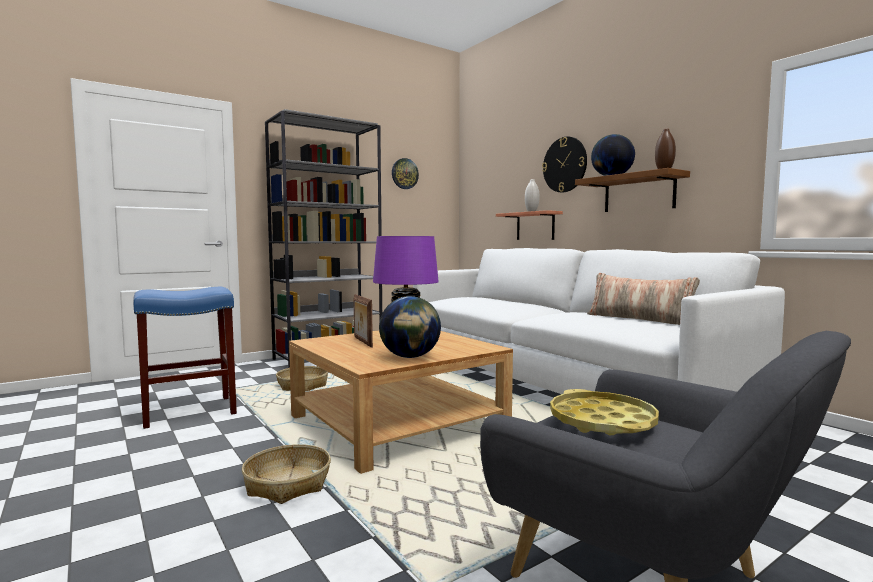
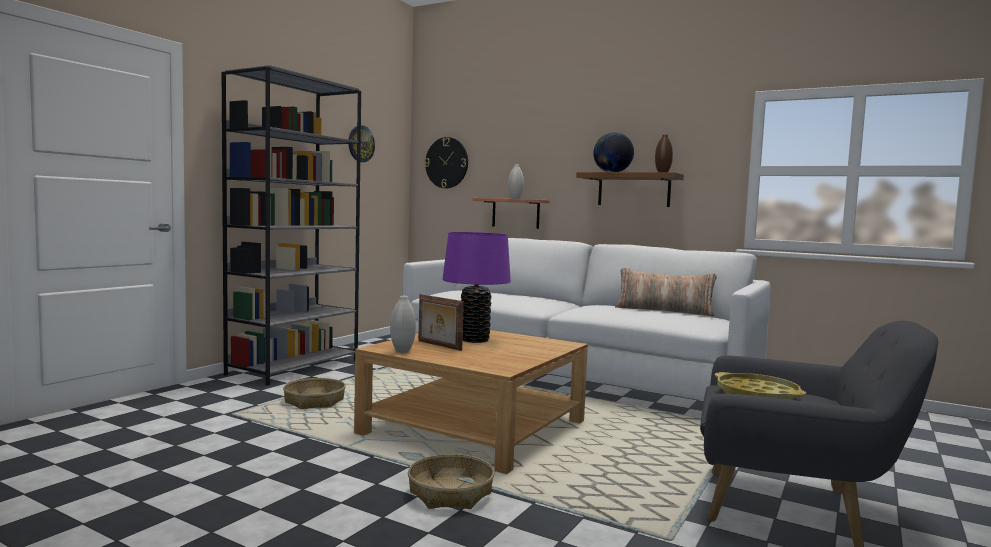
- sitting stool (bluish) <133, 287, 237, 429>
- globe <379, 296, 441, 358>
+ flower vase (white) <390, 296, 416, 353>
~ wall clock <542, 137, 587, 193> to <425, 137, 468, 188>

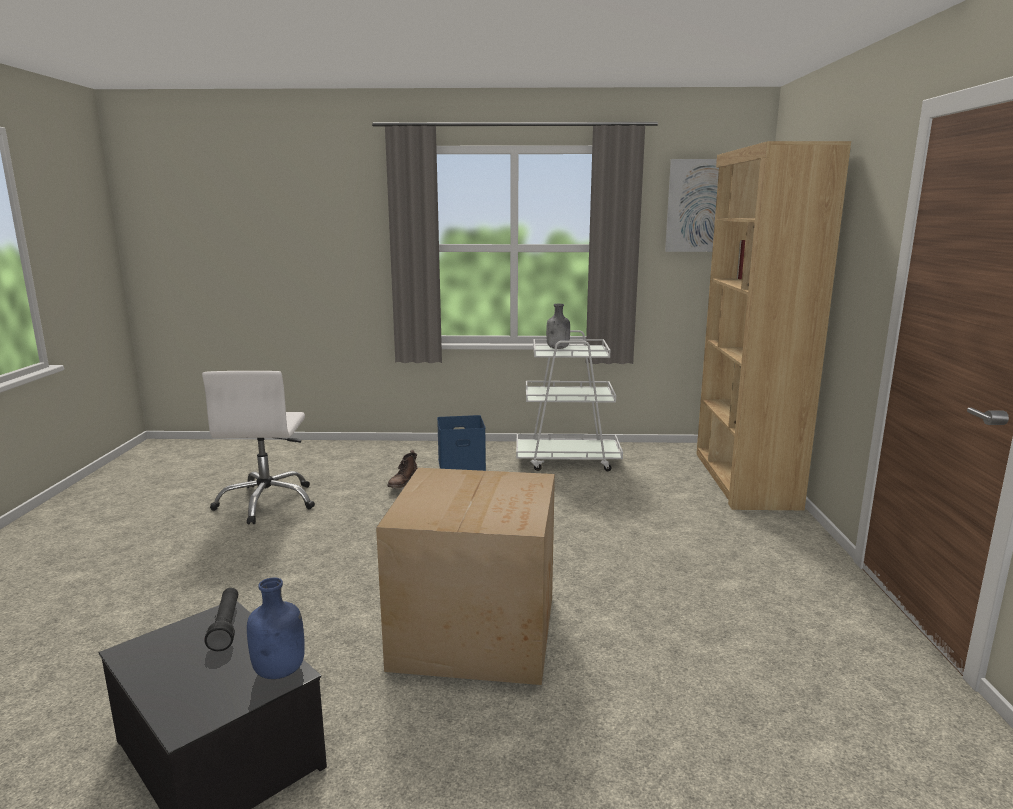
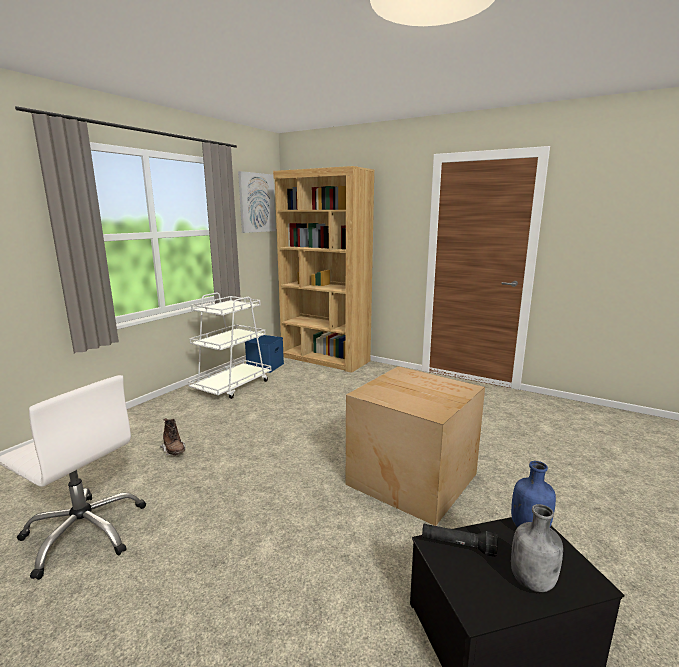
~ storage container (bluish) <437, 415, 486, 471> to <245, 335, 284, 373>
~ drink bottle (gray) <546, 304, 570, 349> to <511, 504, 563, 592>

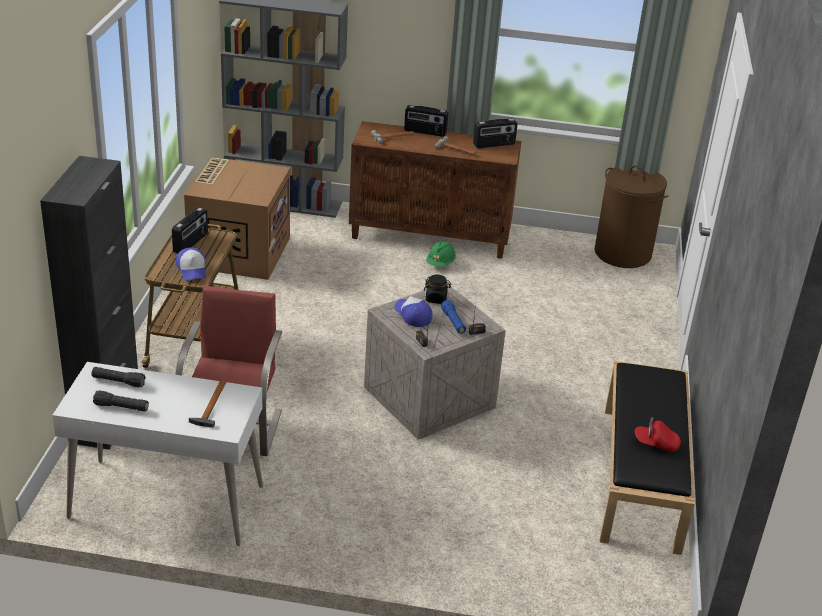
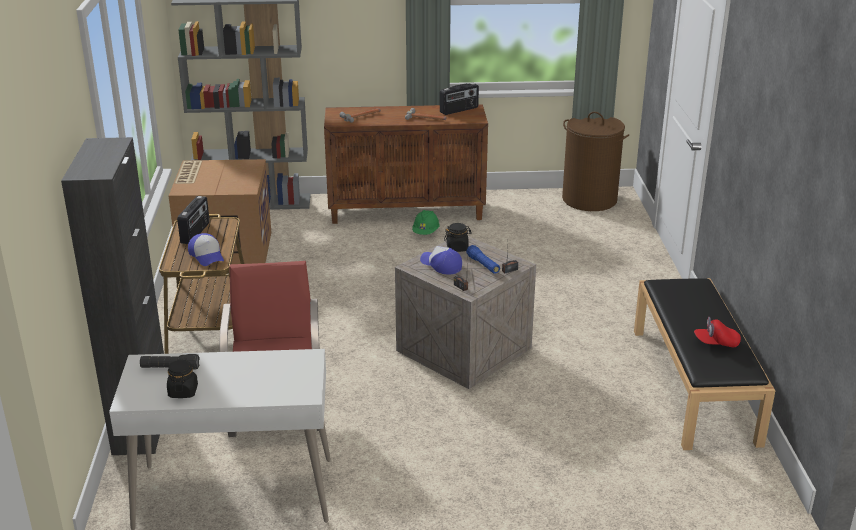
- hammer <189, 380, 226, 428>
- radio receiver <404, 105, 448, 137>
~ hand torch (blackish) <93, 390, 149, 412> to preserve jar (blackish) <167, 360, 198, 398>

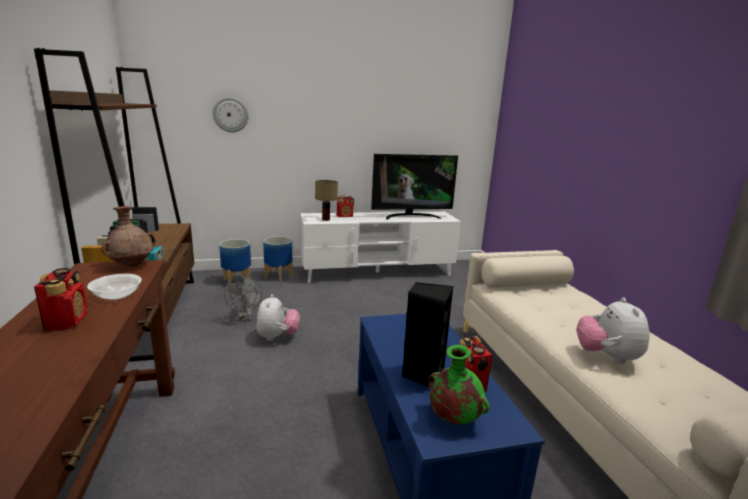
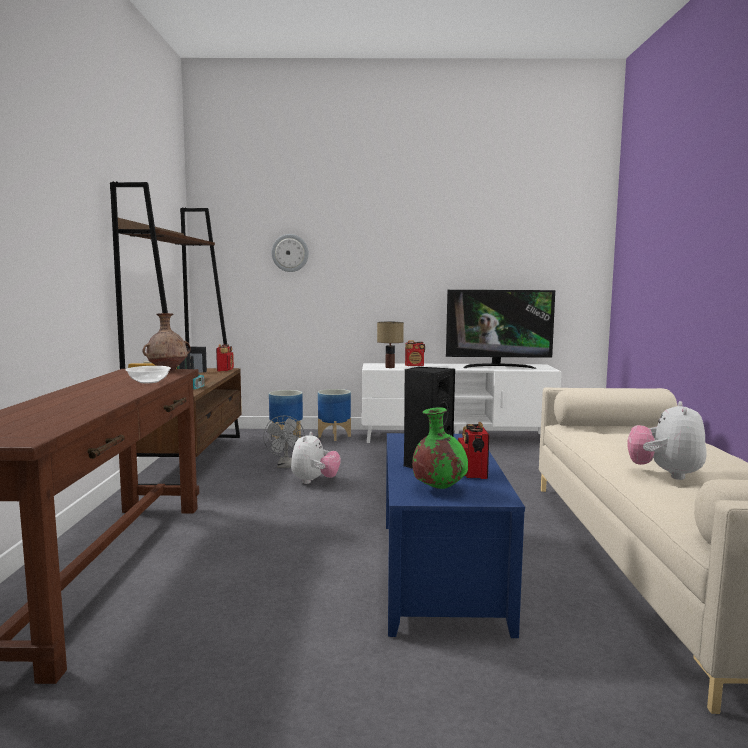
~ radio receiver <34, 268, 88, 332> to <216, 344, 234, 371>

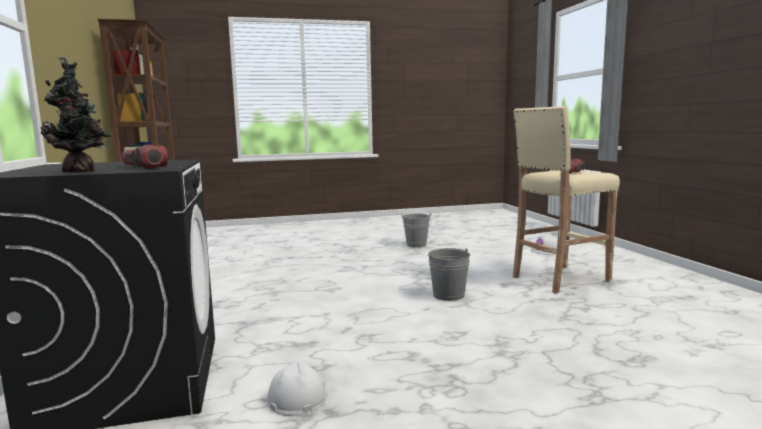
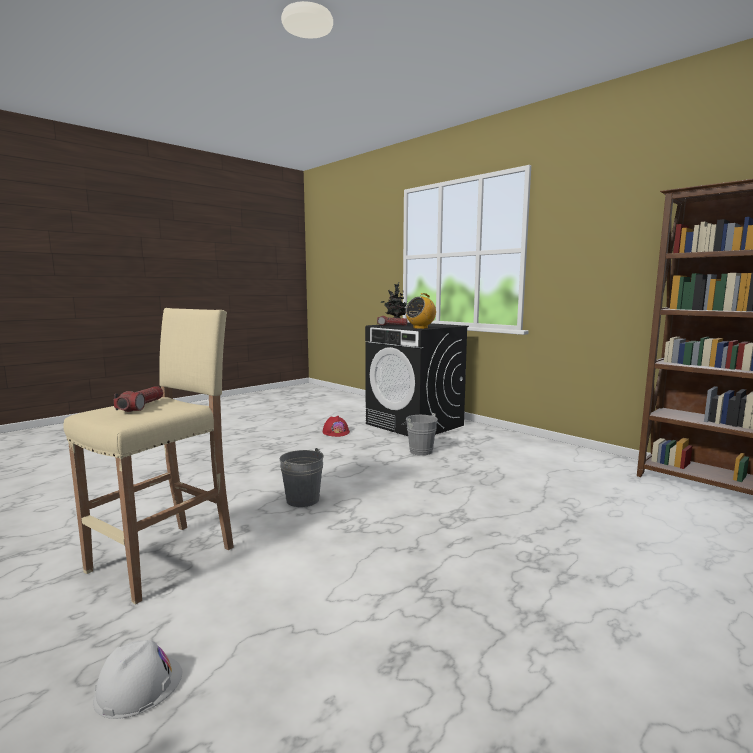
+ radio receiver <406, 293, 436, 329>
~ water bucket (gray) <401, 213, 431, 248> to <401, 413, 438, 456>
~ work helmet (white) <267, 360, 328, 416> to work helmet (red-coloured) <322, 416, 350, 437>

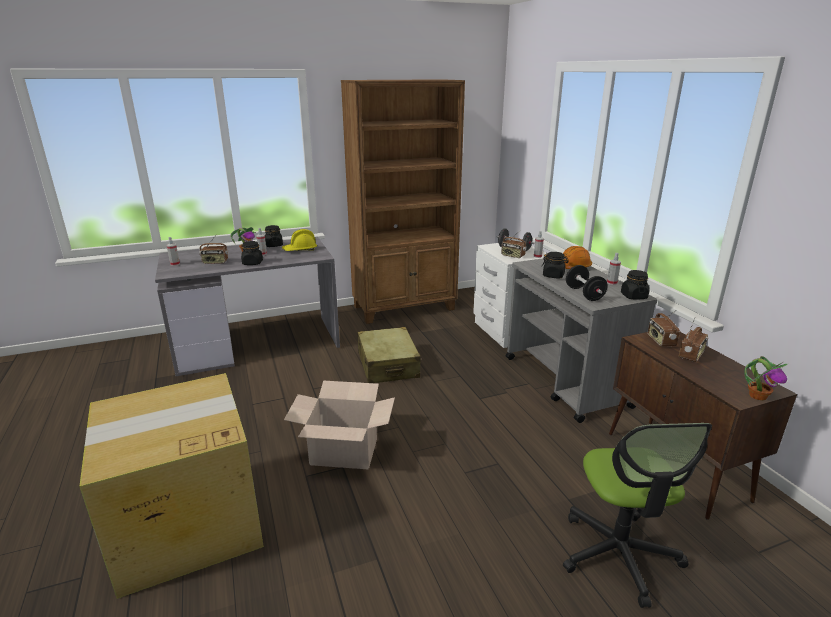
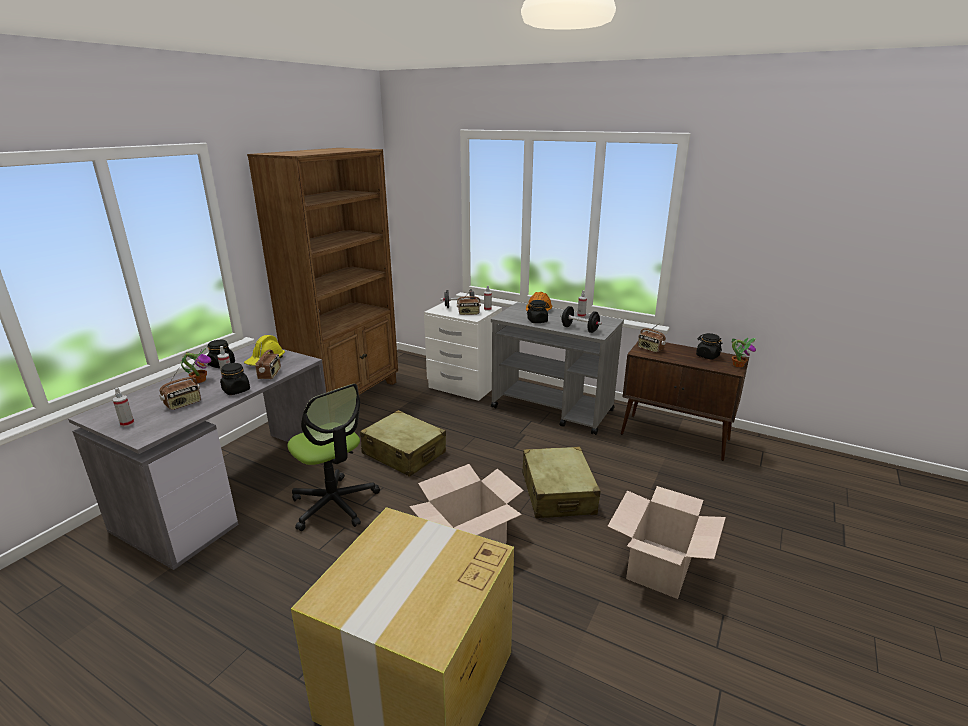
+ piece of luggage (beige-coloured) <522, 447, 601, 518>
+ cardboard box <608, 486, 726, 599>
~ desk chair <563, 423, 712, 608> to <287, 384, 380, 531>
~ preserve jar (blackish) <621, 270, 650, 300> to <696, 333, 722, 359>
~ radio receiver <679, 318, 708, 362> to <255, 342, 281, 379>

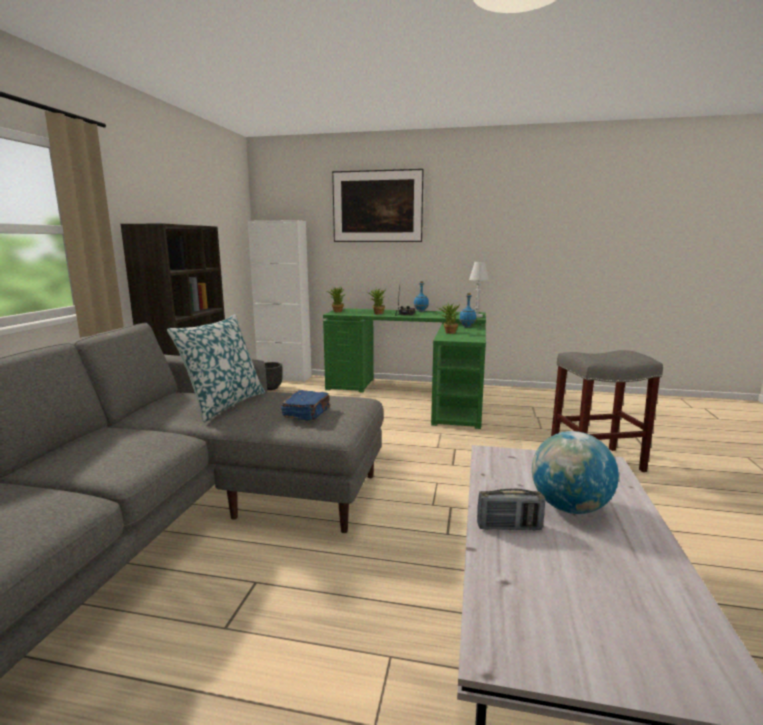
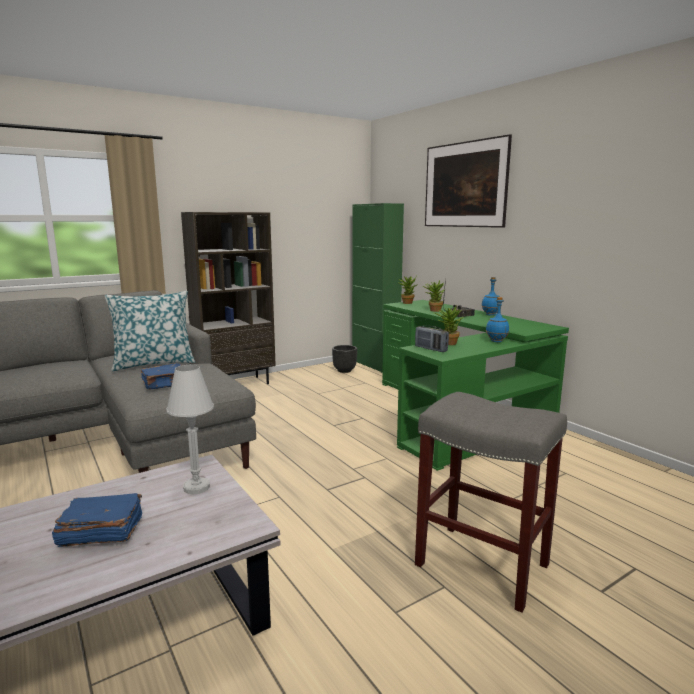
~ tabletop lamp (white) <469, 261, 489, 318> to <166, 365, 214, 494>
~ radio receiver <477, 489, 545, 530> to <415, 326, 449, 352>
~ globe <532, 431, 619, 514> to volume (bluish) <52, 493, 142, 547>
~ storage cabinet (white) <248, 220, 312, 382> to storage cabinet (greenish) <352, 203, 404, 373>

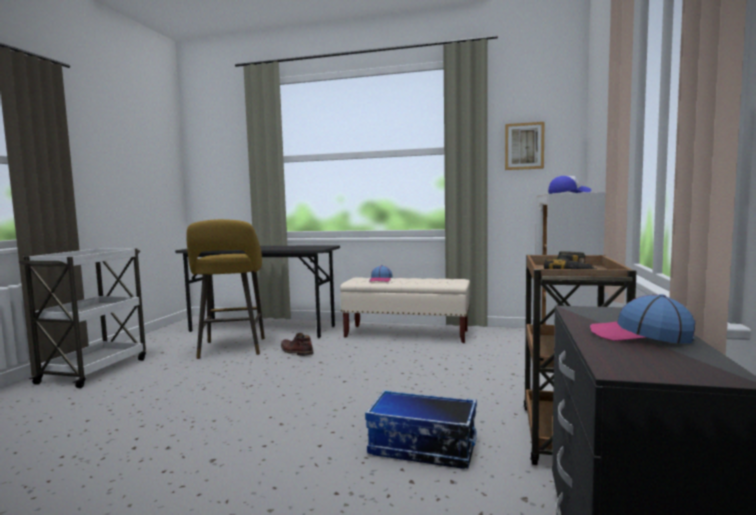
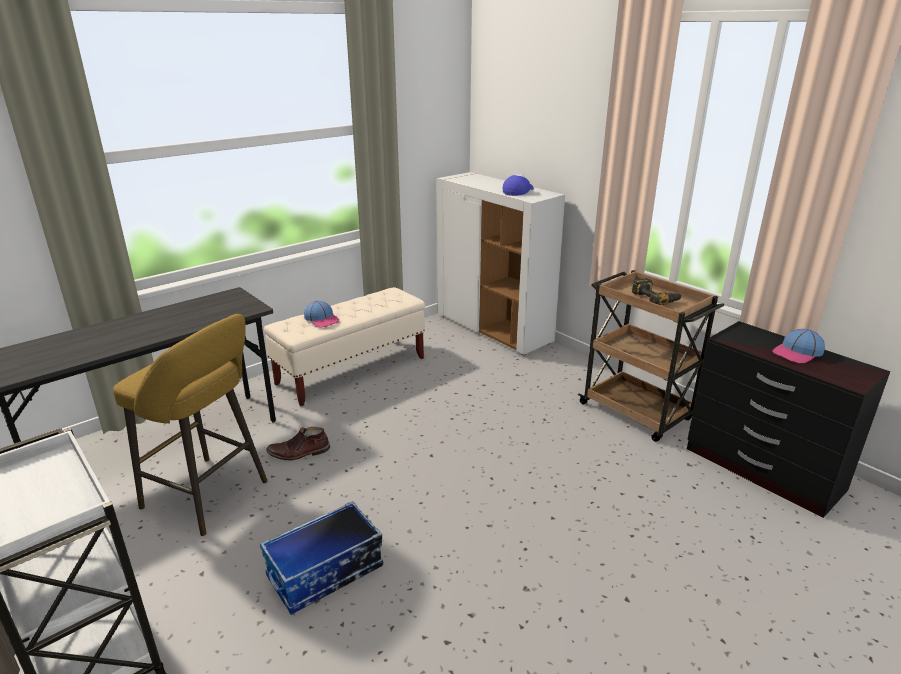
- wall art <505, 122, 545, 170>
~ storage container <365, 390, 477, 469> to <260, 501, 383, 615>

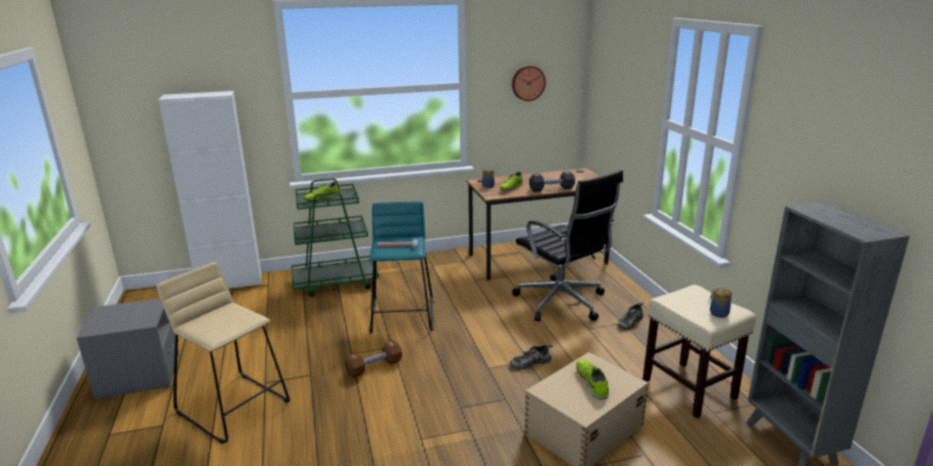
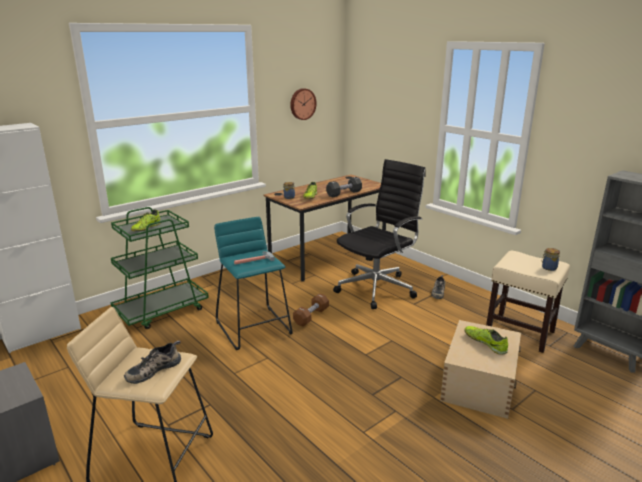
~ dumbbell (brown) <345, 340, 402, 378> to <293, 293, 329, 326>
~ shoe <510, 345, 553, 369> to <124, 341, 181, 384>
~ desk chair (blackish) <512, 170, 623, 321> = <333, 159, 426, 309> 75 degrees counterclockwise

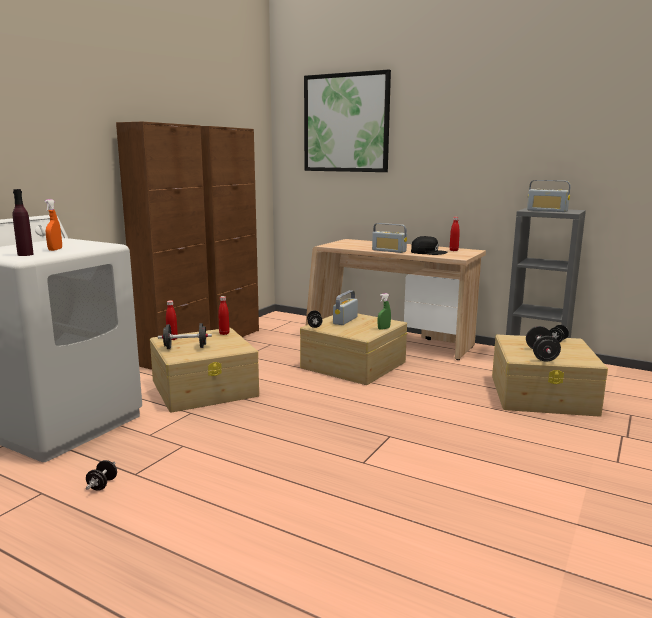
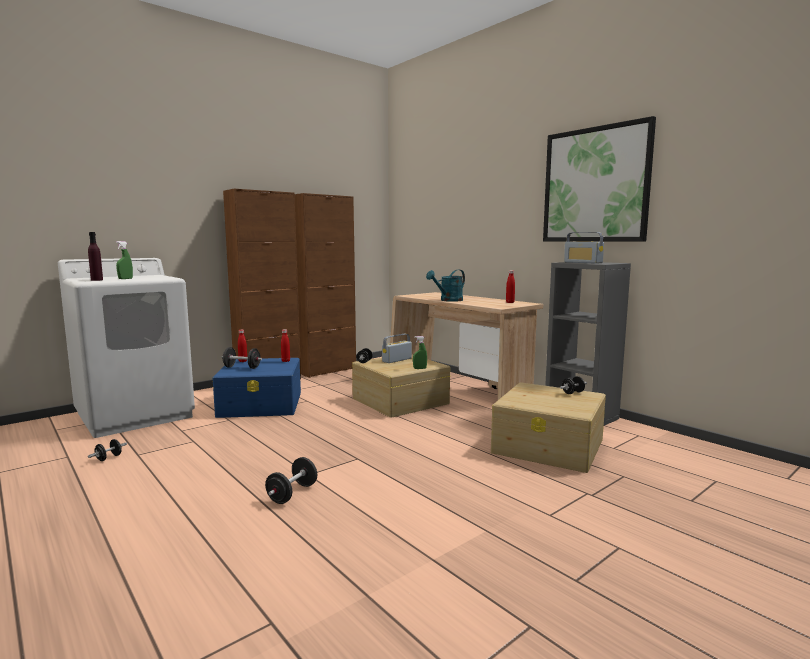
- cap (blackish) <411, 236, 448, 255>
~ wall art <304, 69, 391, 172> to <543, 116, 656, 241>
~ dumbbell (blackish) <526, 326, 561, 362> to <265, 457, 317, 504>
~ radio receiver <372, 223, 407, 253> to sprinkling can (turquoise-coloured) <426, 270, 465, 302>
~ hand sprayer (orange) <44, 199, 62, 251> to hand sprayer (greenish) <116, 241, 133, 279>
~ storage container (beige-coloured) <150, 328, 259, 413> to storage container (bluish) <213, 358, 301, 418>

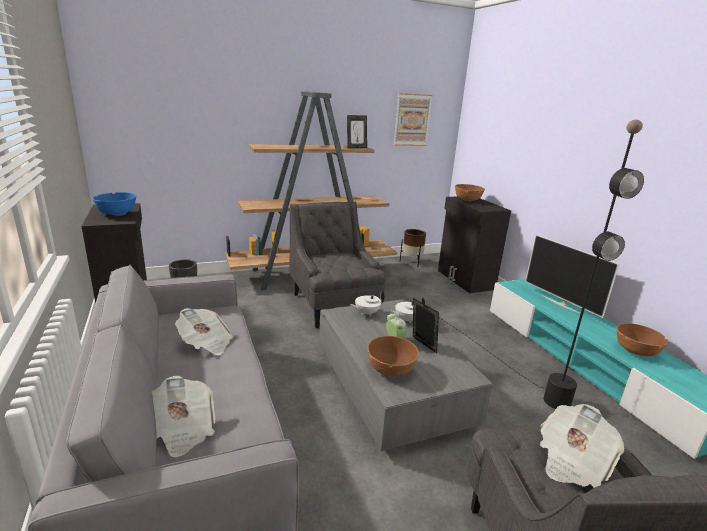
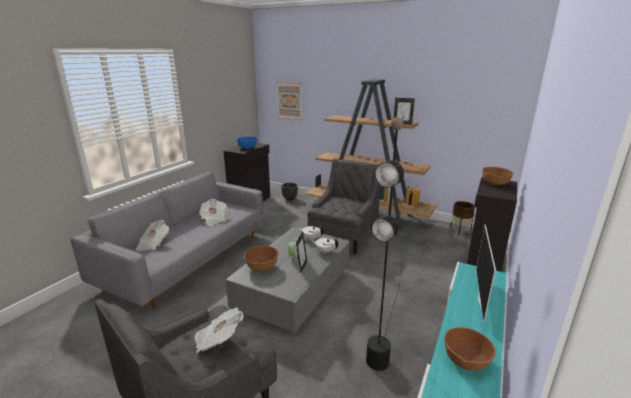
~ wall art <393, 93, 432, 146> to <277, 82, 302, 120>

